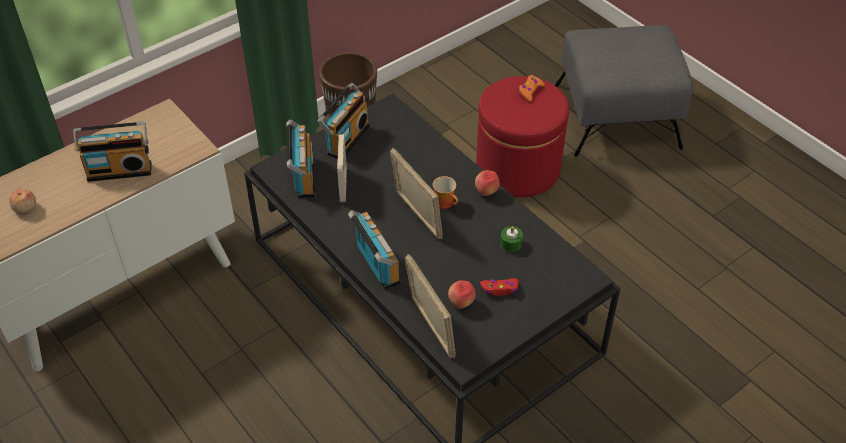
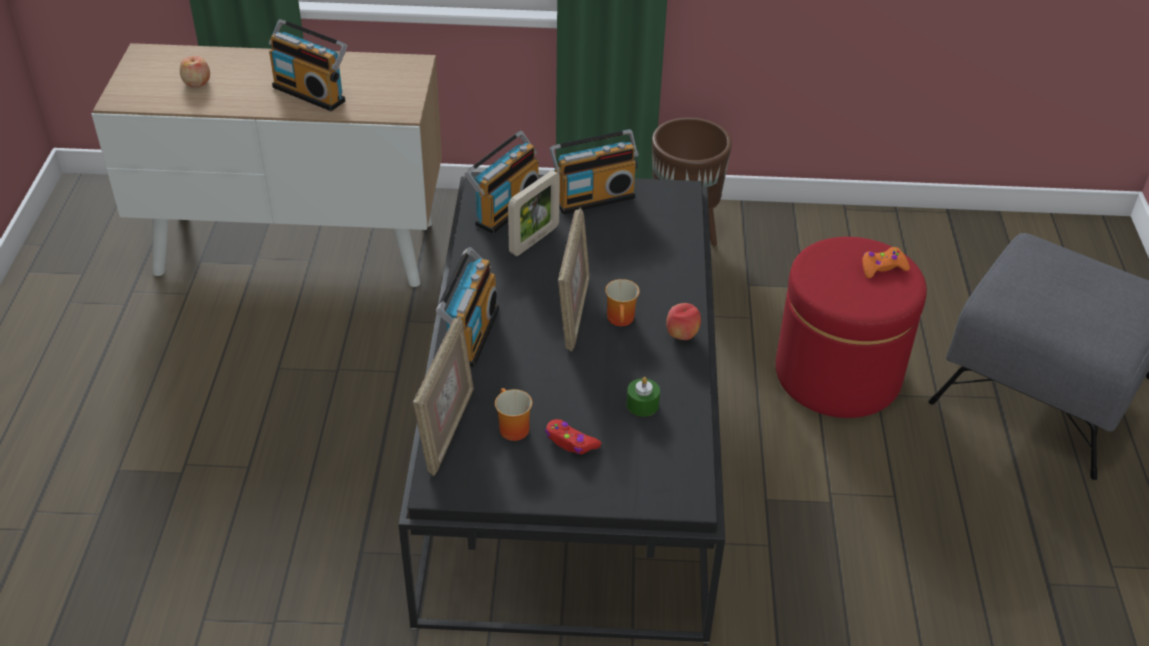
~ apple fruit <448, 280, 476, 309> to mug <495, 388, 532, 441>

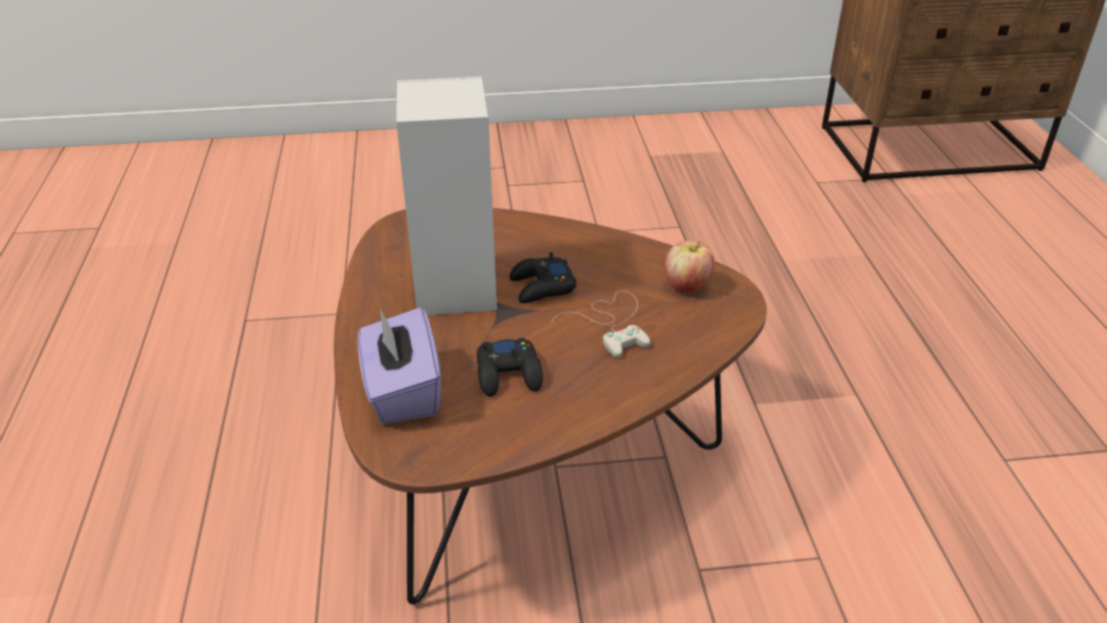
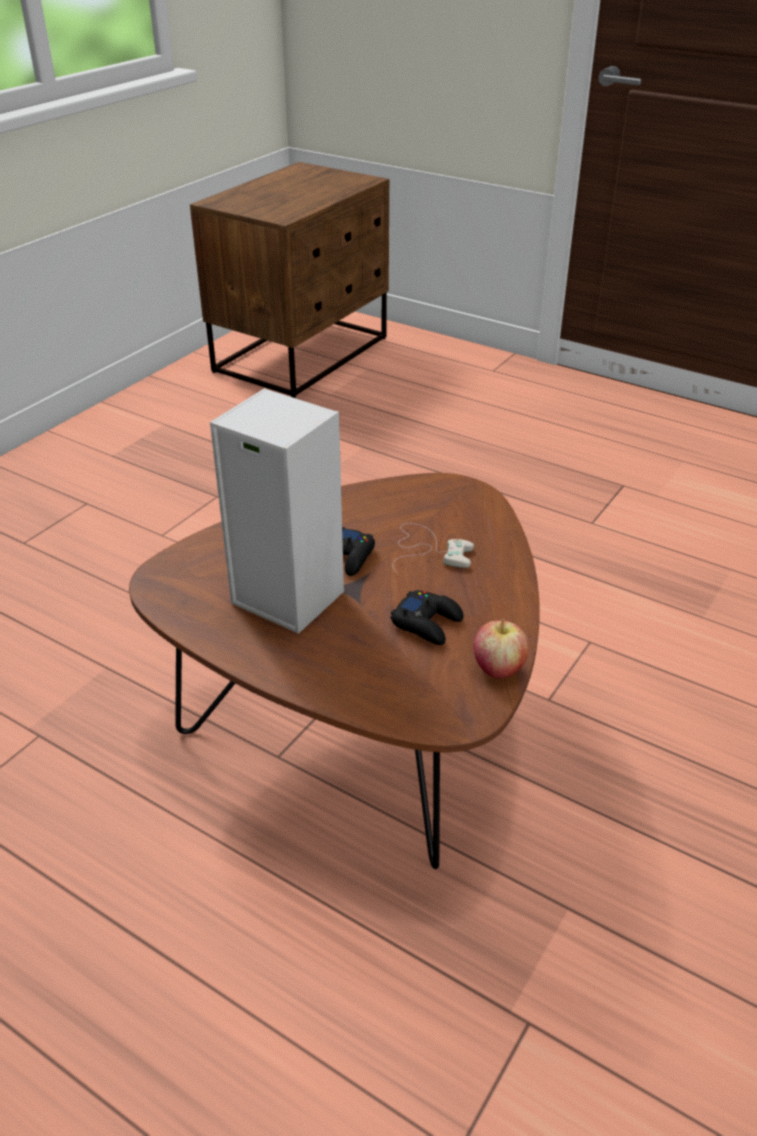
- tissue box (purplish) <358, 308, 441, 424>
~ apple fruit <665, 240, 715, 293> to <474, 619, 529, 678>

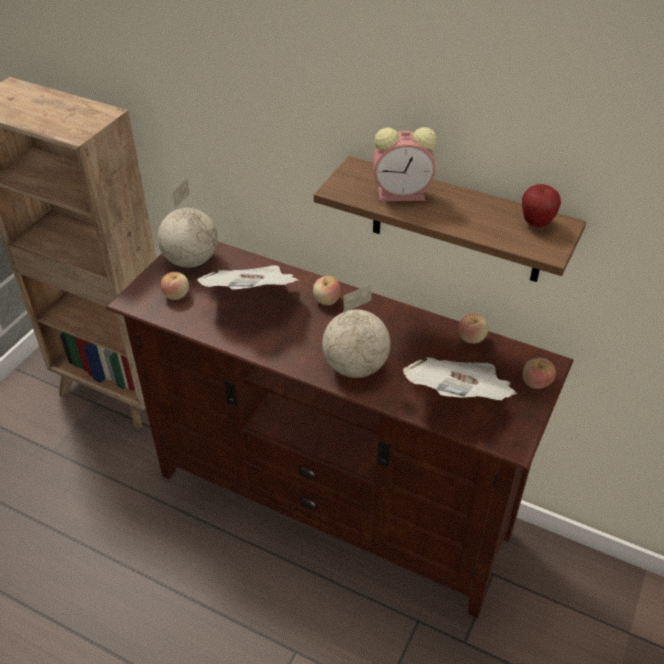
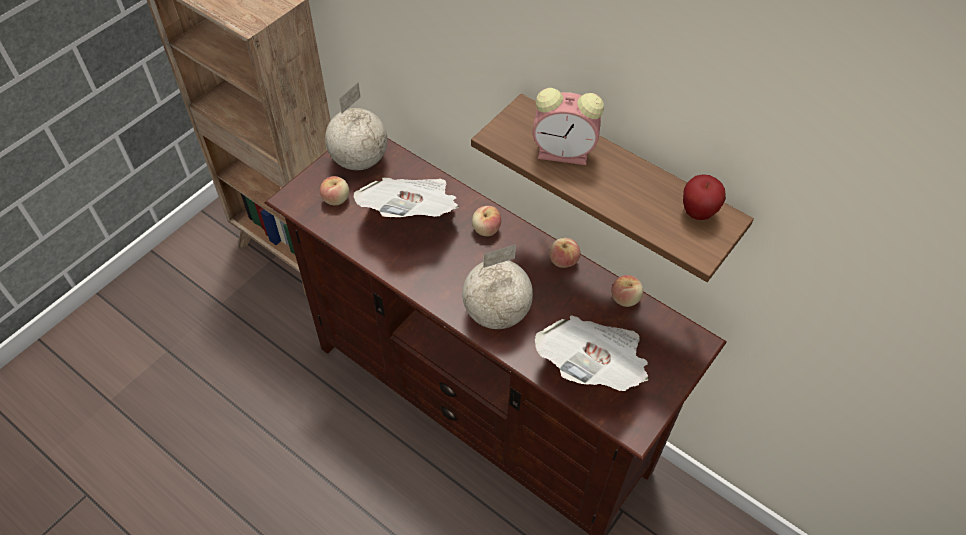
~ apple fruit <523, 358, 556, 389> to <550, 238, 580, 268>

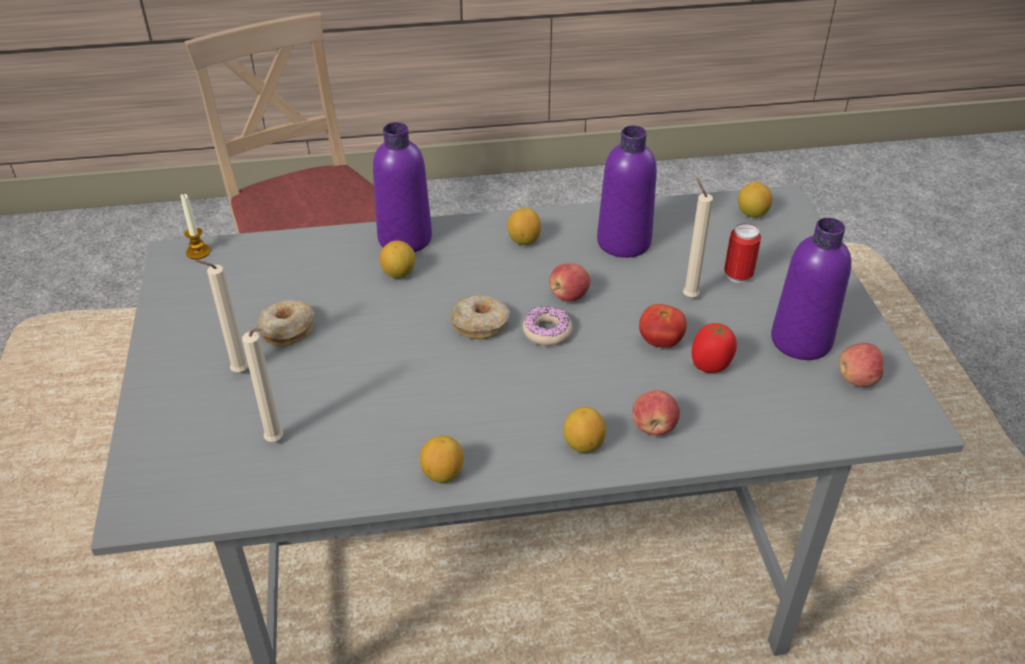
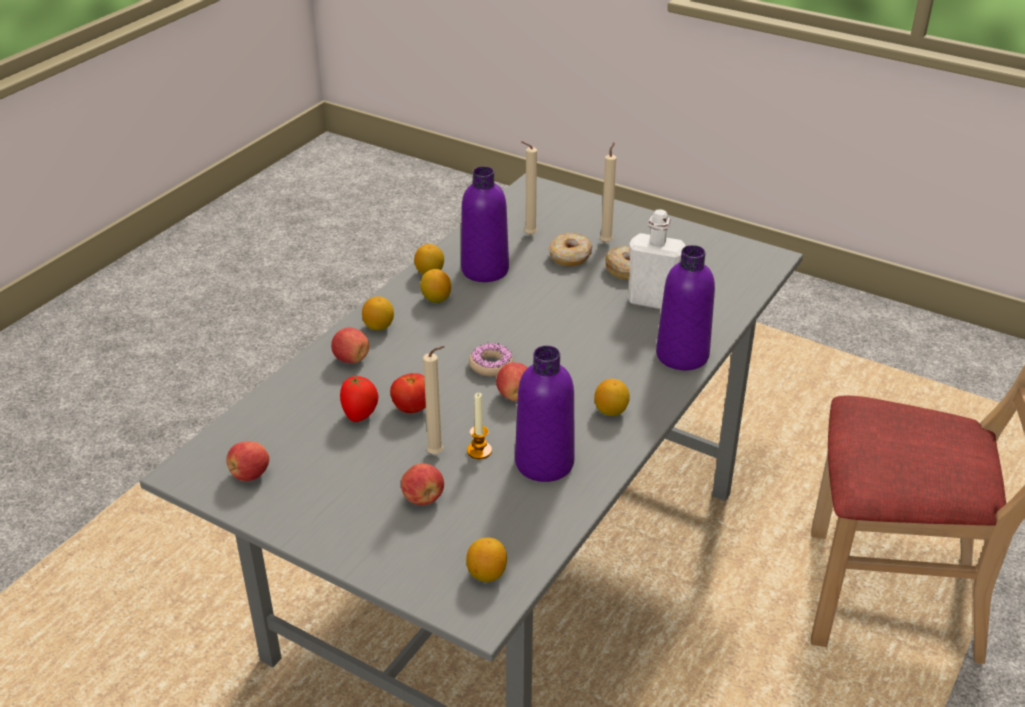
+ drink bottle (white) <628, 209, 685, 309>
~ wax candle <180, 194, 211, 260> to <467, 393, 492, 459>
~ lemon <380, 240, 415, 278> to <420, 269, 451, 303>
~ ring doughnut <451, 295, 510, 339> to <548, 233, 592, 266>
~ drink bottle (purplish) <771, 218, 851, 360> to <461, 166, 509, 282>
~ can <724, 223, 761, 283> to apple fruit <401, 463, 444, 505>

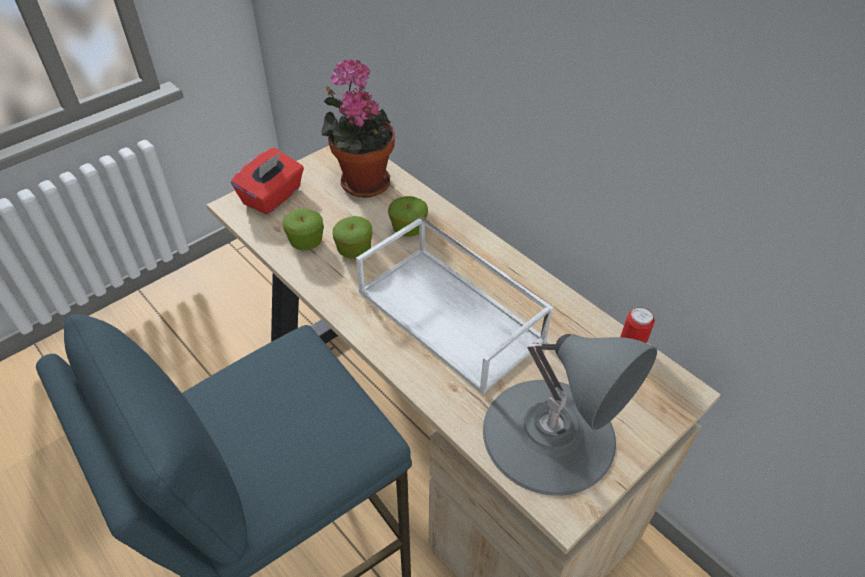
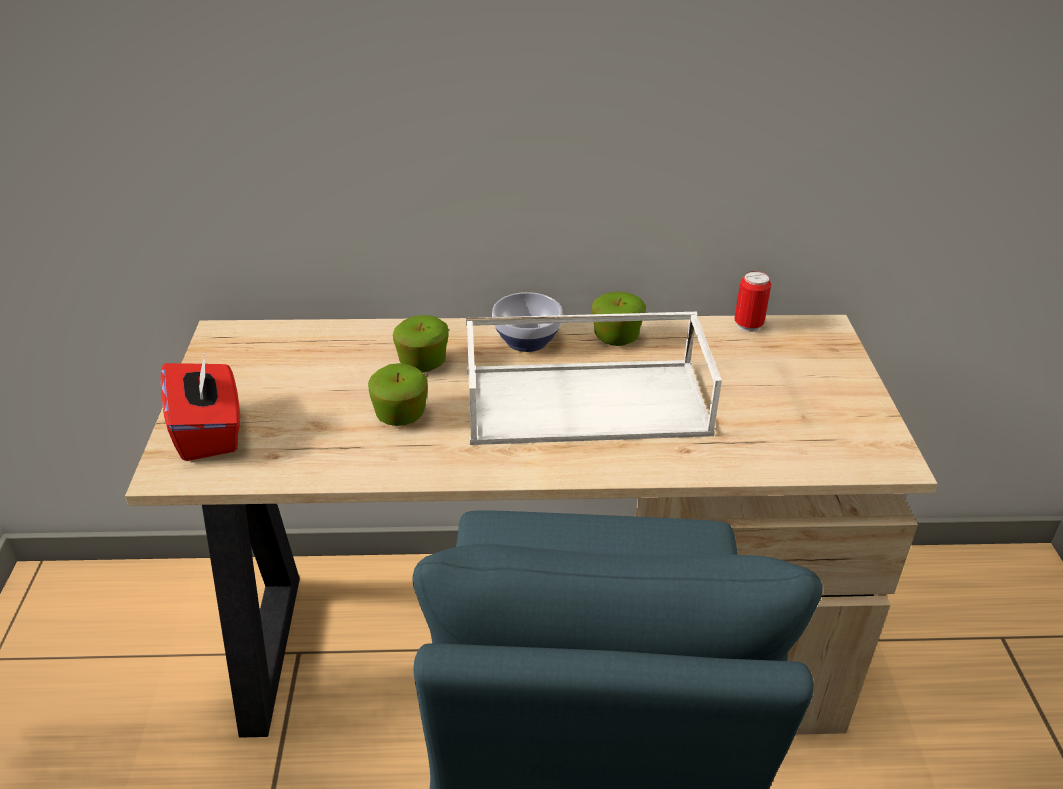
- potted plant <321, 59, 395, 198>
- tabletop lamp (gray) <483, 334, 657, 496>
+ deep dish <492, 292, 563, 352>
~ apple fruit <282, 209, 324, 251> to <591, 292, 646, 346>

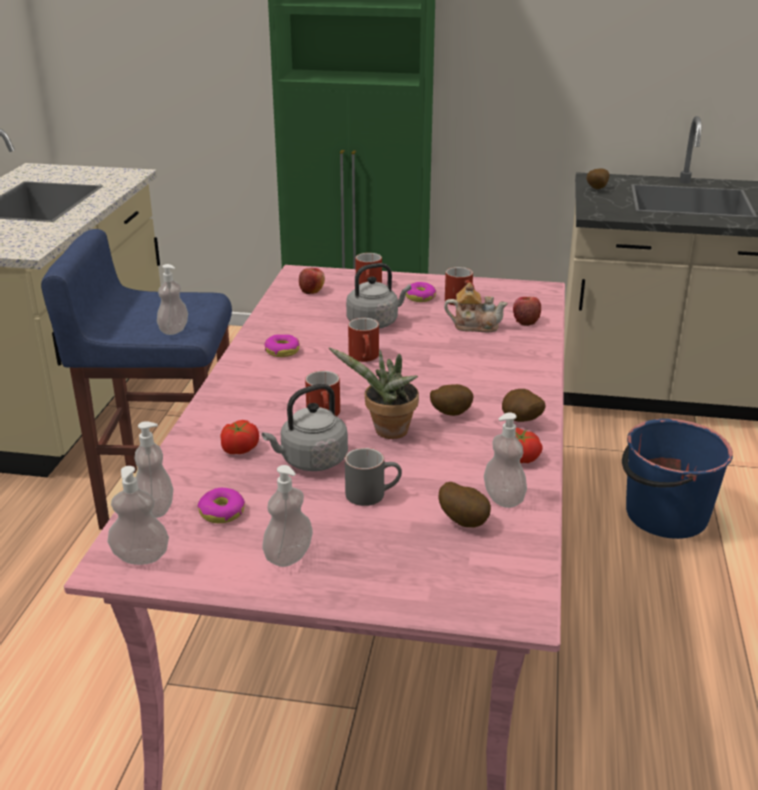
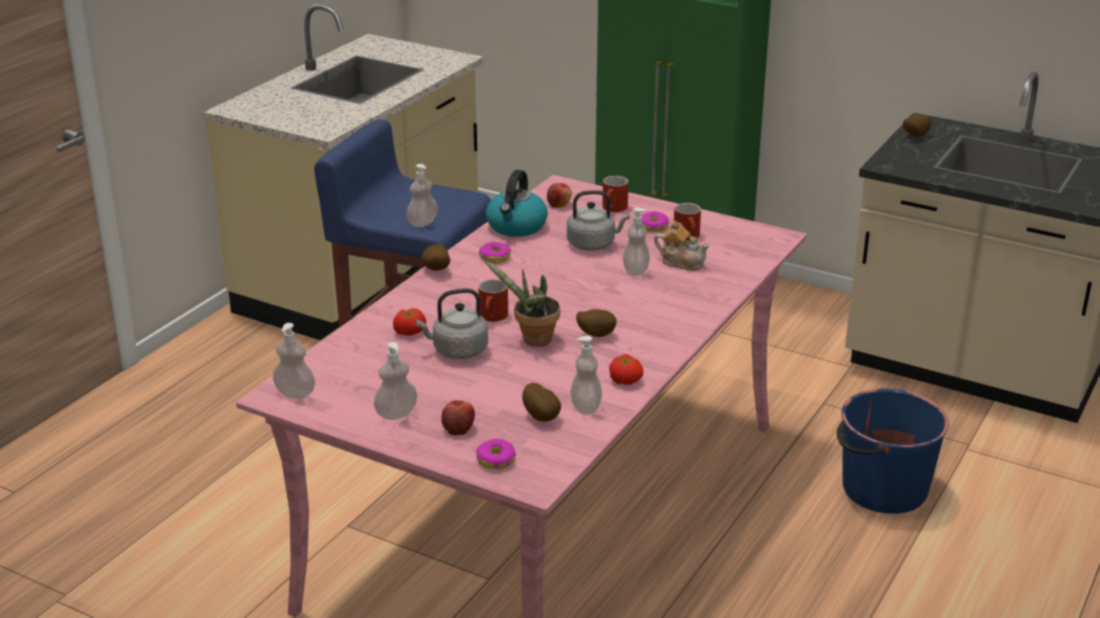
- mug (gray) <345, 448, 402, 506>
- mug (red-coloured) <348, 318, 379, 362>
+ kettle <486, 170, 548, 237>
~ liquid soap bottle <135, 421, 173, 518> to <623, 207, 650, 276>
~ ring doughnut <198, 488, 245, 523> to <476, 439, 516, 469>
~ spud <502, 389, 546, 422> to <422, 244, 450, 271>
~ apple fruit <513, 297, 541, 326> to <441, 400, 475, 436>

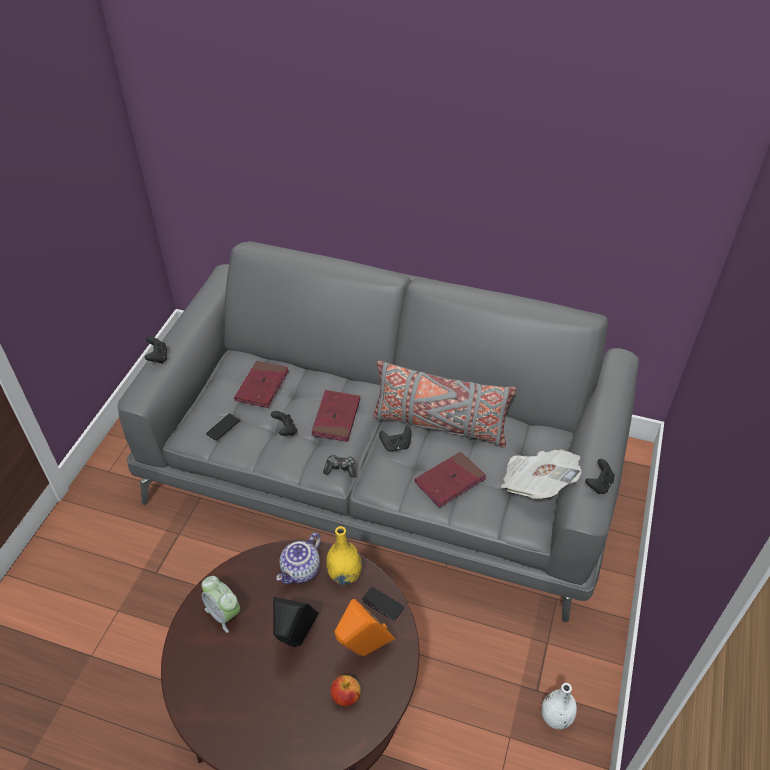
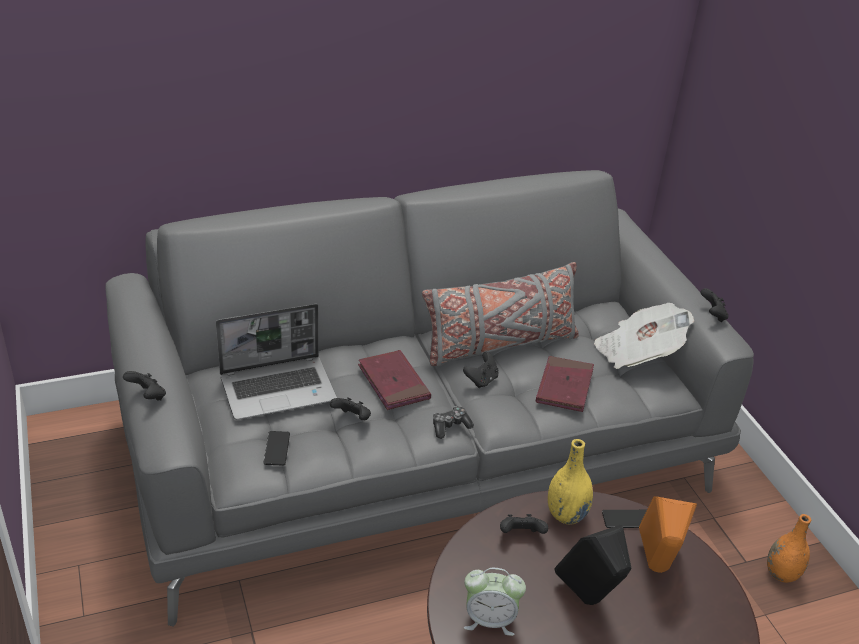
- apple fruit <331, 675, 361, 706>
~ volume (red-coloured) <234, 361, 289, 408> to laptop <216, 304, 337, 420>
~ teapot <276, 533, 321, 584> to joypad (blackish) <500, 514, 548, 534>
~ flower vase (white) <542, 683, 577, 729> to flower vase (orange) <767, 514, 811, 583>

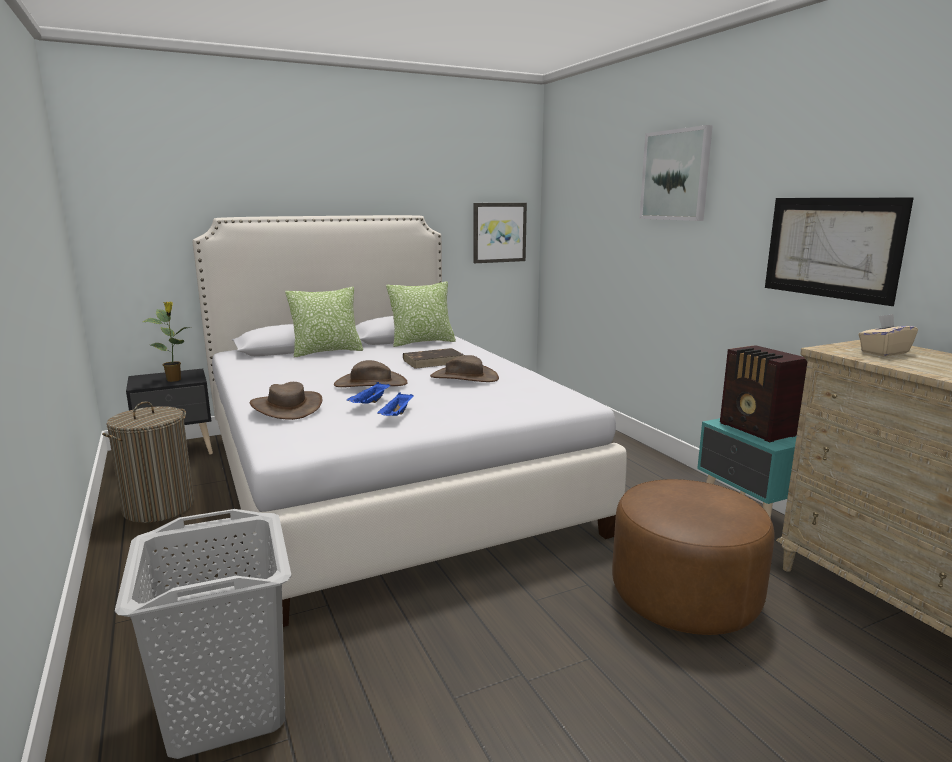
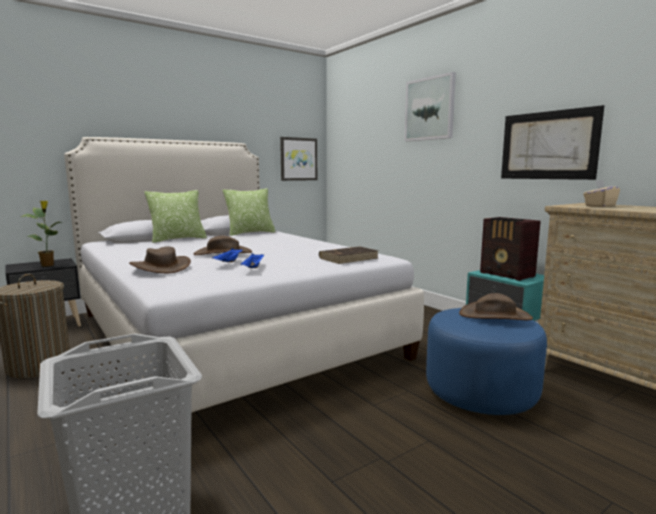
~ volume (brown) <403, 348, 464, 369> to <319, 246, 378, 264>
~ hat (brown) <430, 355, 499, 382> to <459, 293, 533, 320>
~ ottoman (brown) <612, 479, 775, 635> to ottoman (bluish) <426, 308, 547, 415>

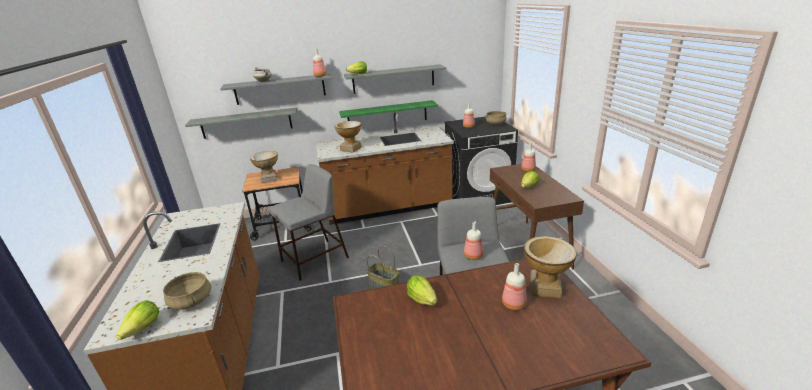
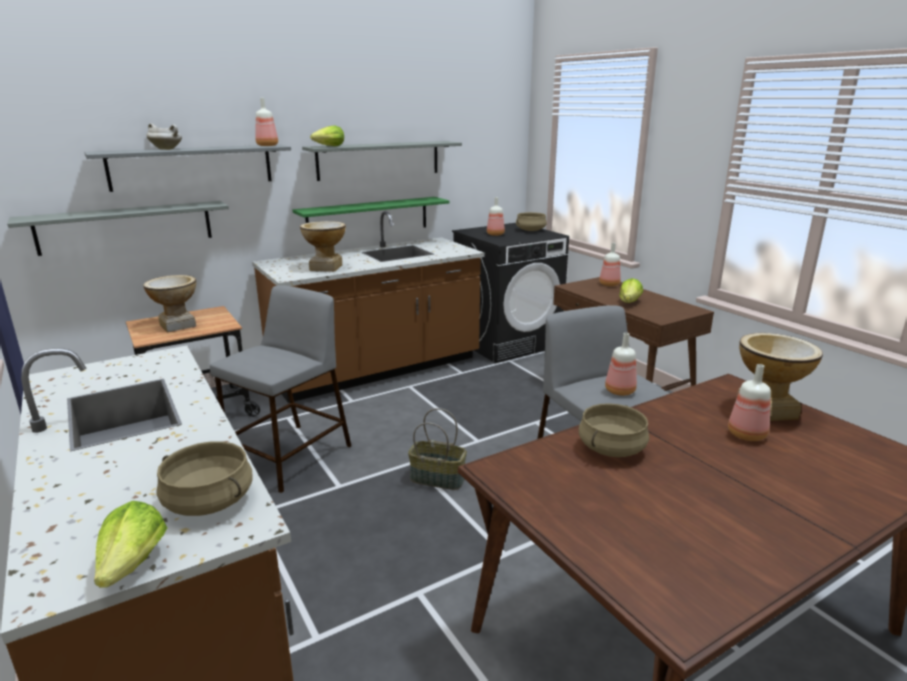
~ lettuce <407, 275, 437, 305> to cooking pot (beige-coloured) <579, 403, 649, 457>

